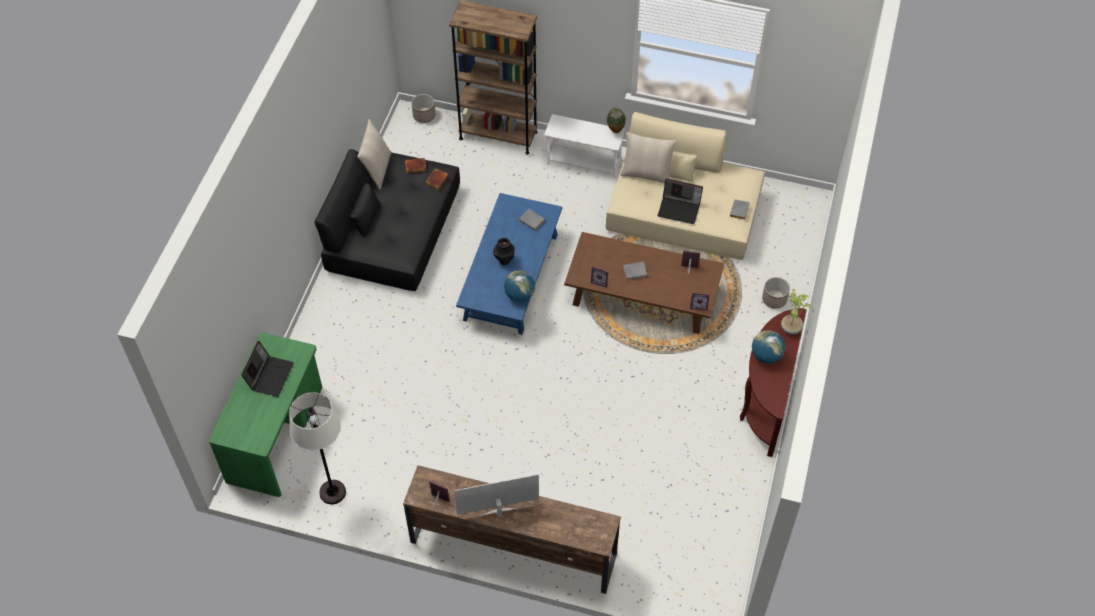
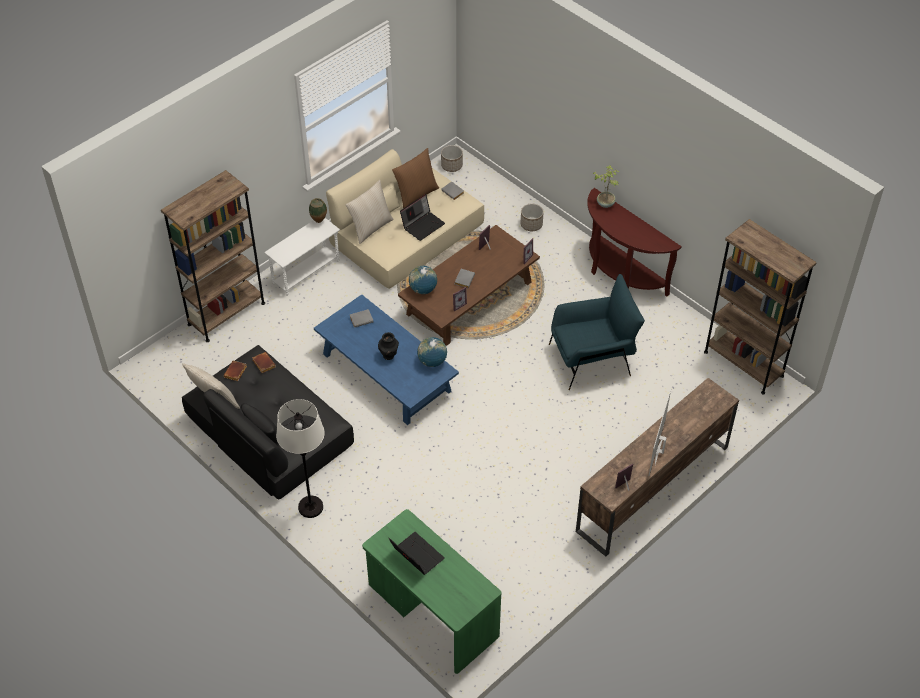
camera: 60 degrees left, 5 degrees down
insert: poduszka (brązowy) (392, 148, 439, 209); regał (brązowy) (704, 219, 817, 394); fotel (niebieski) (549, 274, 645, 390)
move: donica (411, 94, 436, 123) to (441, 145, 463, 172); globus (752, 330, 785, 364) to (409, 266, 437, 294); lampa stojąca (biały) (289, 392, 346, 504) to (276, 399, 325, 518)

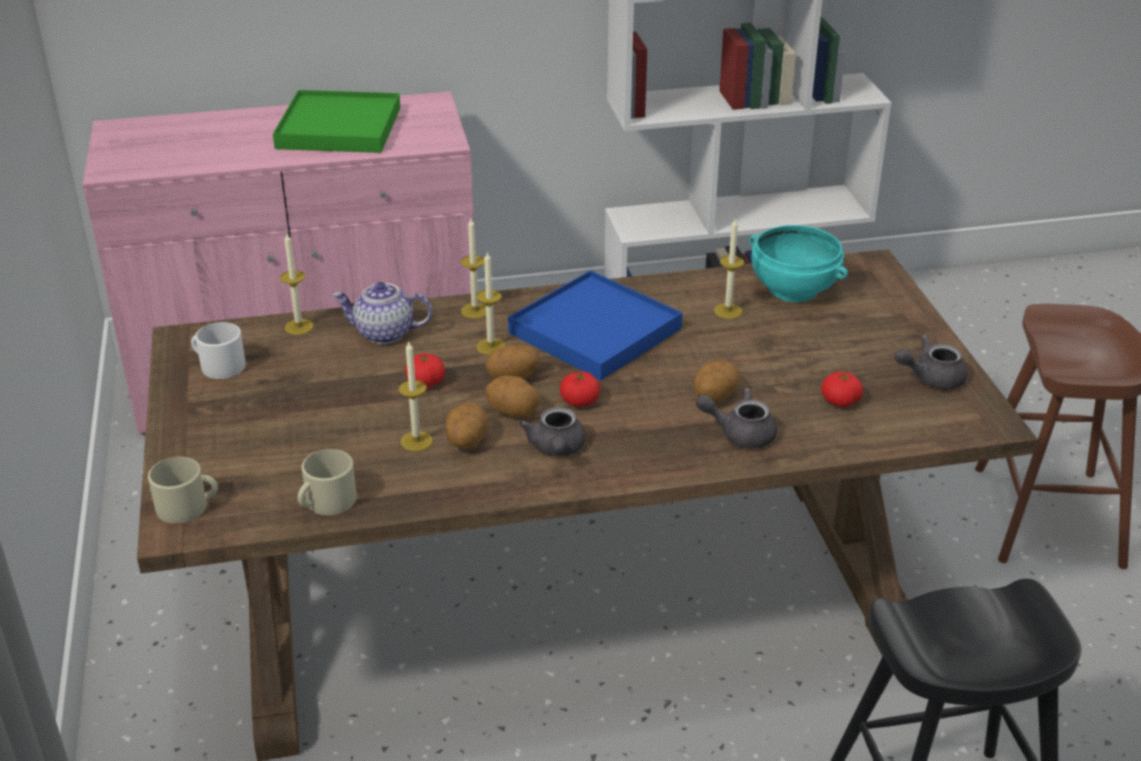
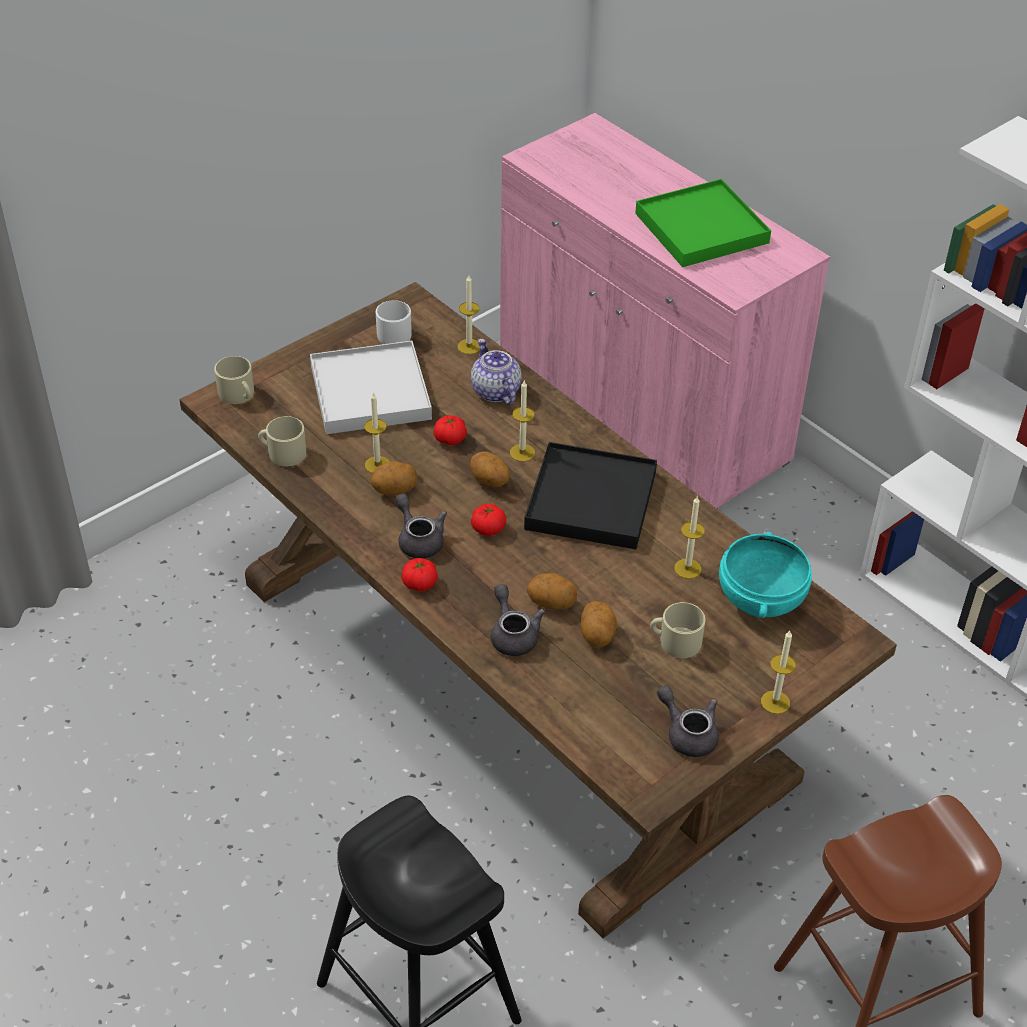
camera: 60 degrees right, 10 degrees up
insert: taca (biały) (310, 341, 432, 434); kubek (beżowy) (650, 602, 705, 658)
move: świeca (461, 219, 486, 319) to (761, 631, 796, 714); pomidor (821, 371, 863, 407) to (401, 558, 438, 591); ziemniak (485, 376, 540, 417) to (581, 601, 617, 647)
recolor: taca (niebieski) (508, 270, 683, 380) to taca (czarny) (524, 442, 657, 549)
rotate: imbryk (szary) (519, 407, 586, 456) = (395, 494, 447, 558) 90 degrees clockwise

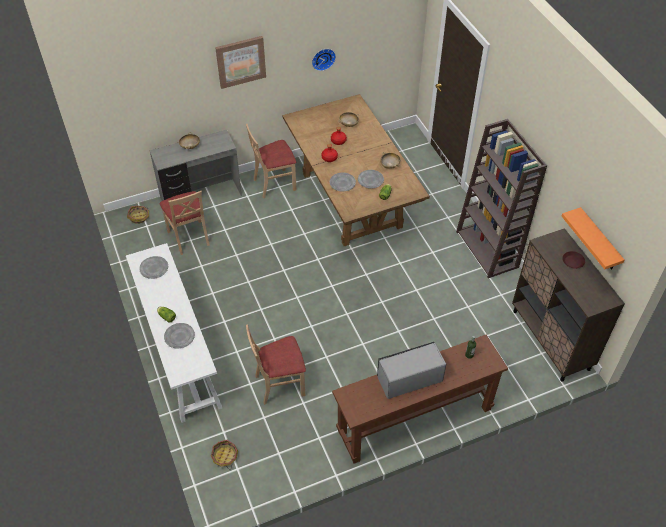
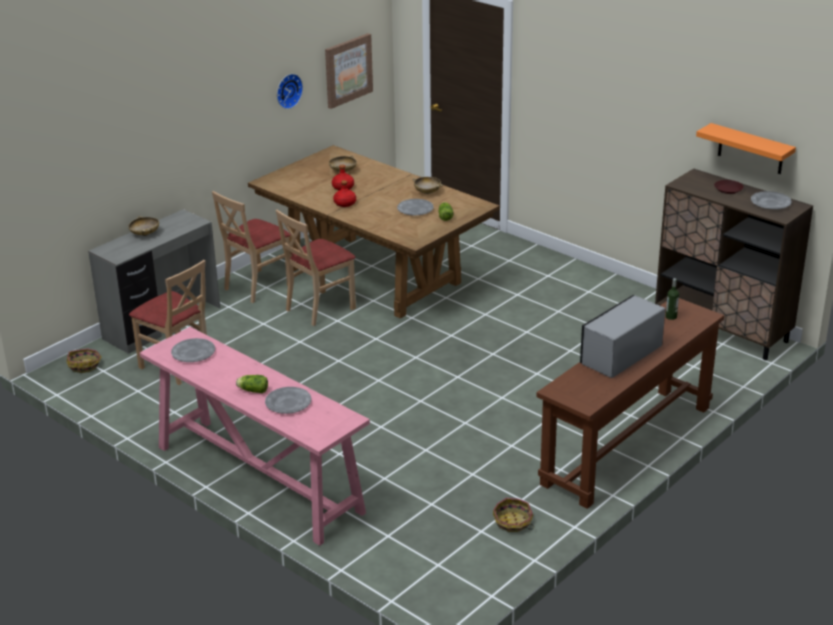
camera: 25 degrees left, 20 degrees down
delete: regał (brązowy) (456, 119, 547, 278)
move: obraz (215, 36, 266, 89) to (325, 33, 373, 109); talerz (szary) (330, 173, 356, 191) to (751, 191, 792, 209); krzesło (beżowy) (246, 324, 306, 405) to (276, 210, 356, 326); koszyk (211, 440, 238, 468) to (493, 498, 534, 532)
recolor: stolik konsolowy (biały) (126, 243, 222, 423) to stolik konsolowy (różowy) (140, 327, 370, 546)

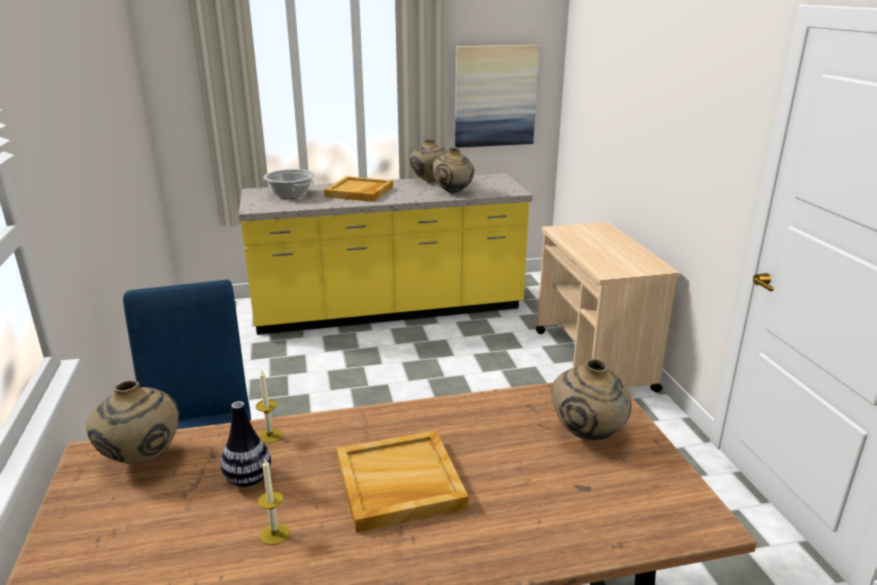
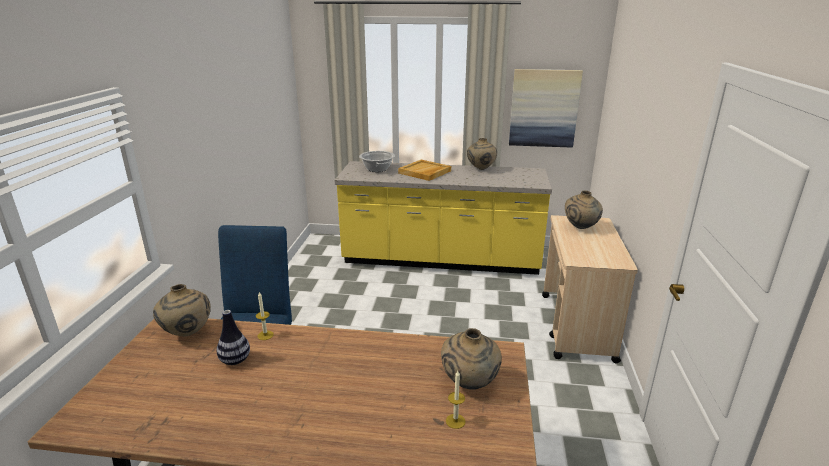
camera: 20 degrees right, 0 degrees up
delete: taca (beżowy) (337, 430, 469, 533)
move: wazon (beżowy) (433, 148, 474, 193) to (565, 191, 603, 229); świeca (257, 459, 290, 545) to (446, 371, 466, 429)

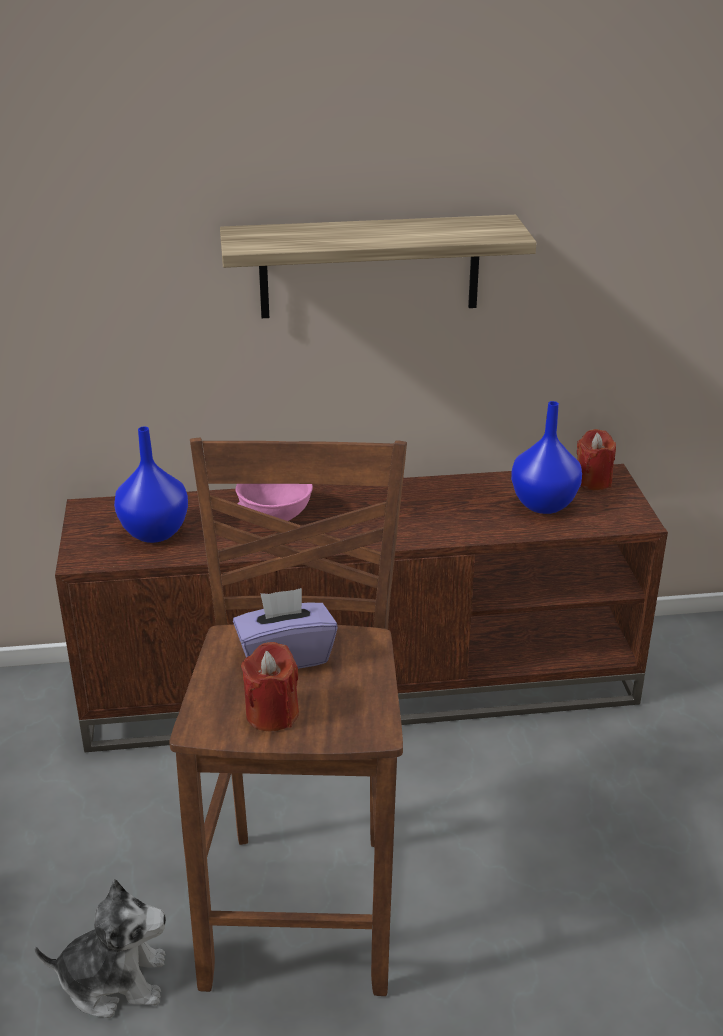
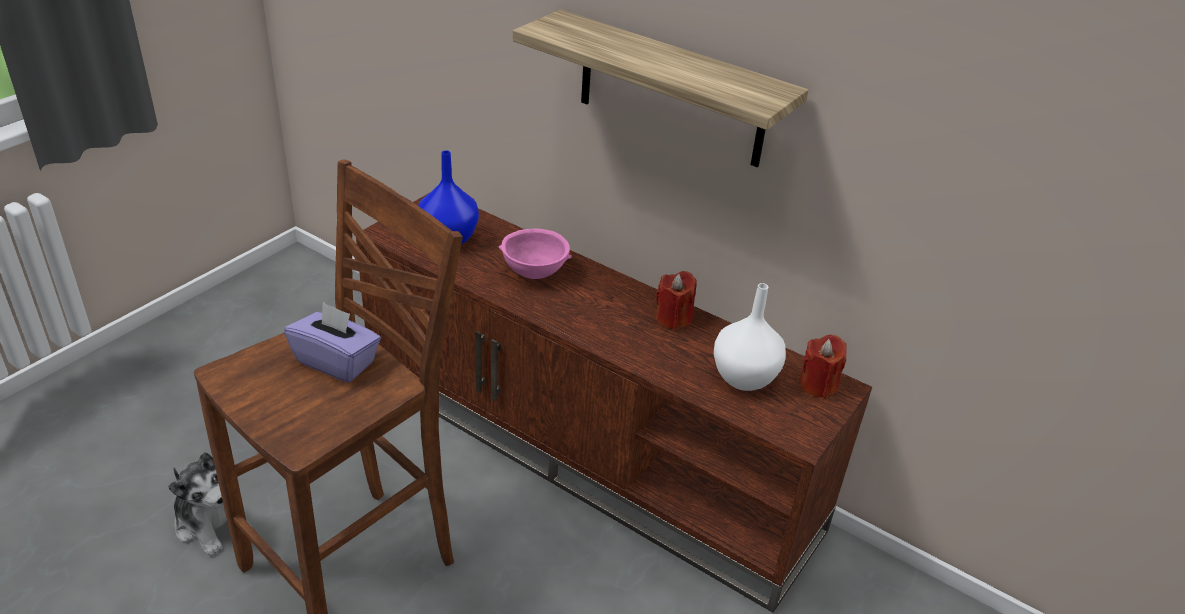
camera: 40 degrees right, 5 degrees up
move: świeca (czerwony) (241, 642, 299, 731) to (656, 271, 697, 330)
recolor: wazon (niebieski) (511, 401, 582, 514) to wazon (biały) (714, 283, 786, 391)

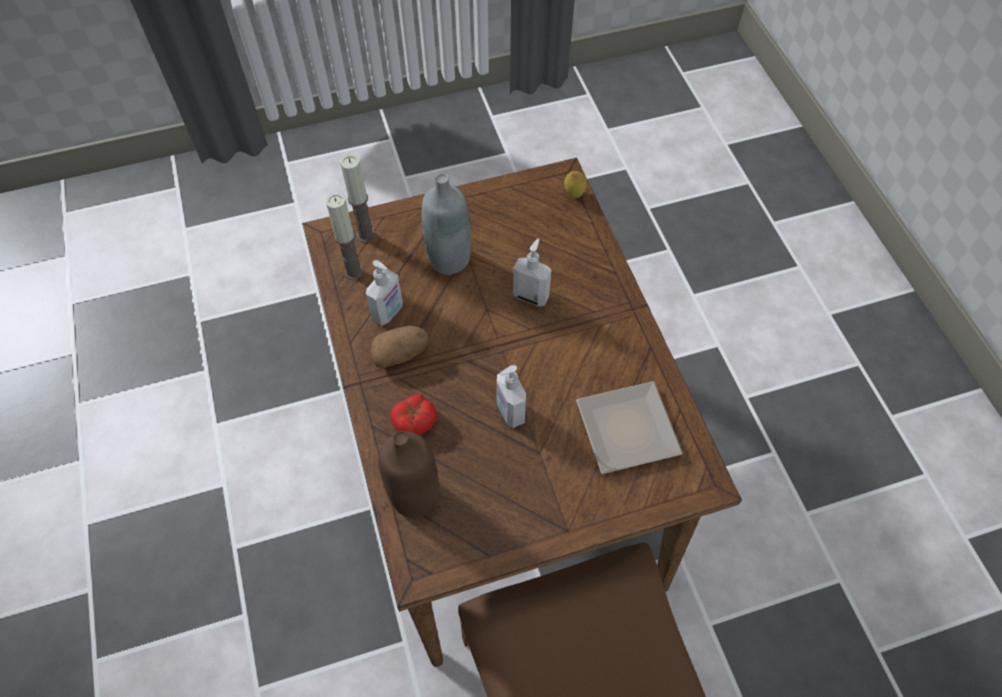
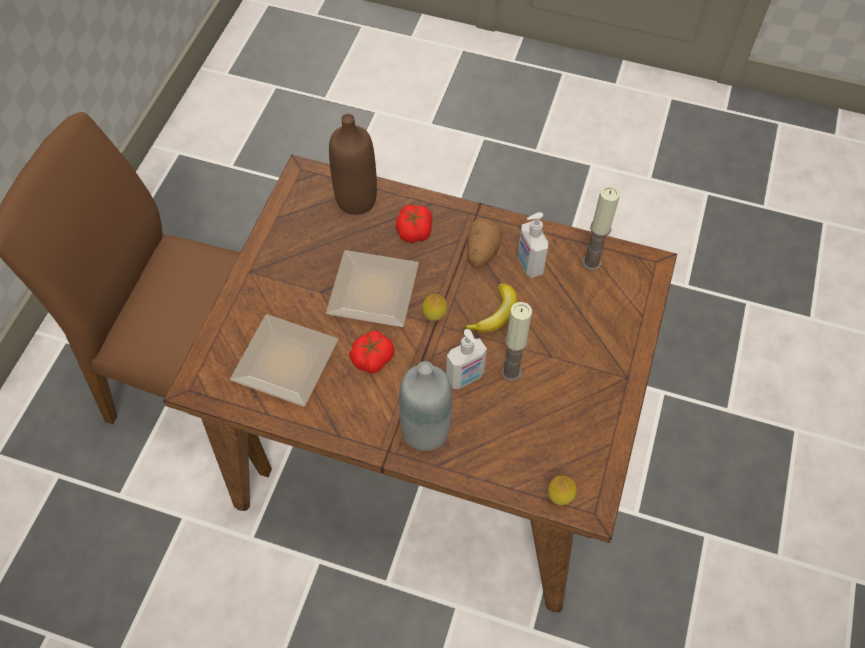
camera: 125 degrees right, 0 degrees up
insert: banan (462, 283, 517, 333); cytryna (422, 294, 447, 321); pomidor (349, 331, 395, 374)
move: świeca (340, 154, 375, 243) to (501, 302, 532, 382); butelka (szary) (422, 173, 471, 275) to (399, 361, 452, 451)
replace: dozownik mydła (497, 365, 526, 428) to talerz (326, 250, 419, 327)

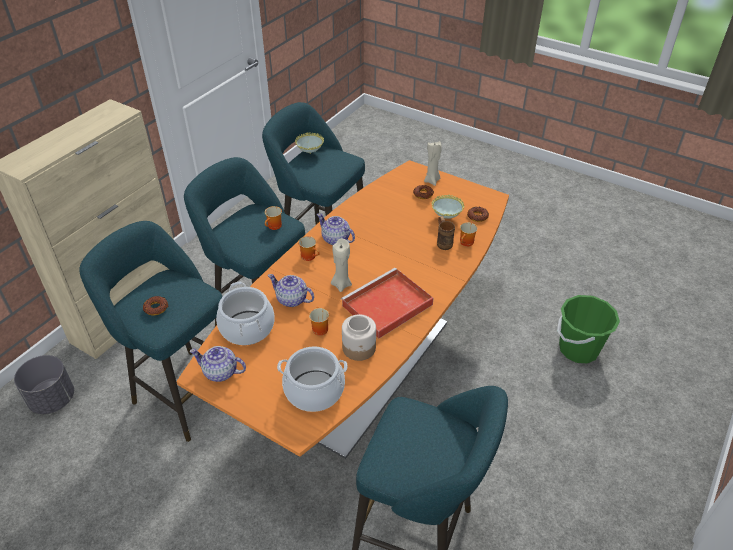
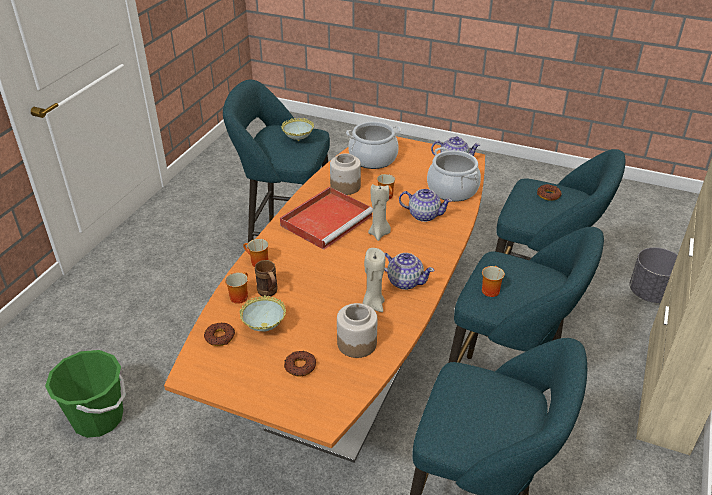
camera: 170 degrees right, 5 degrees down
insert: słoik (337, 303, 377, 358)
move: miska (295, 132, 324, 154) to (281, 118, 314, 141); świeca (beżowy) (424, 141, 442, 186) to (362, 248, 385, 312); kubek (298, 236, 320, 261) to (243, 239, 269, 267)

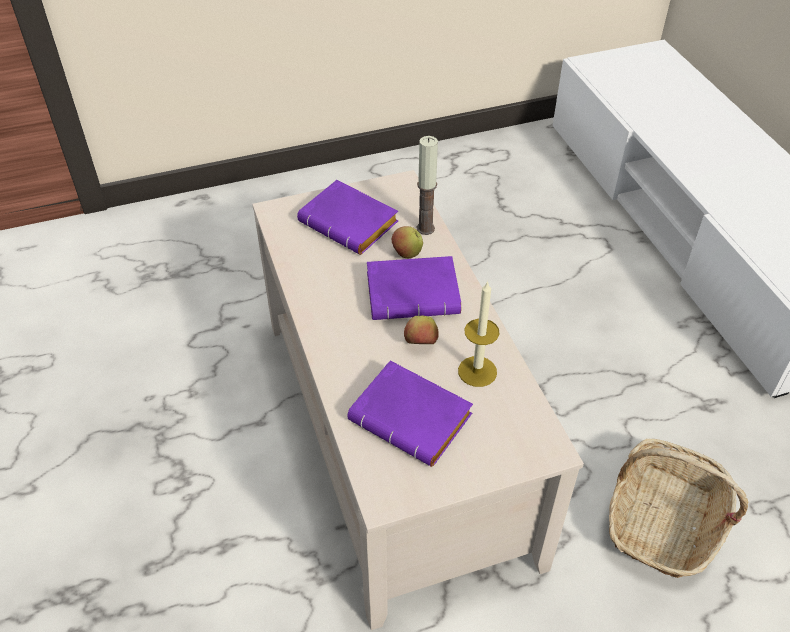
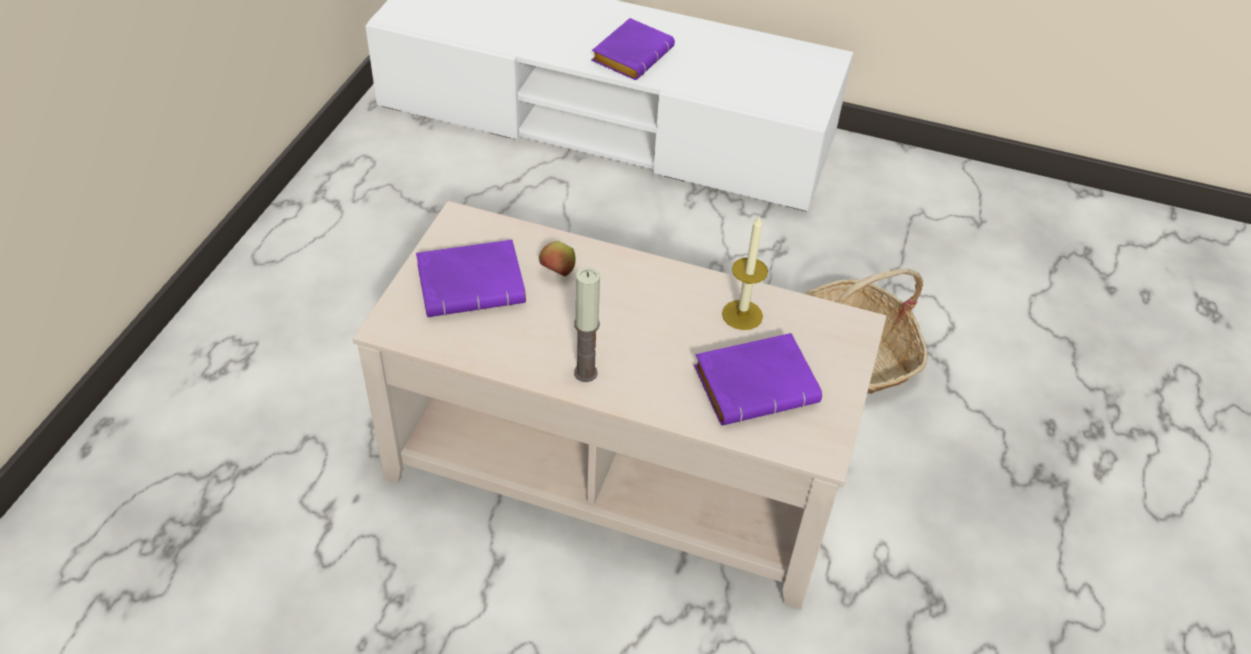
camera: 55 degrees left, 0 degrees up
delete: jabłko (404, 316, 439, 344)
move: świeca (417, 136, 438, 235) to (574, 268, 600, 382); książka (fioletowy) (367, 256, 461, 320) to (591, 18, 675, 80)

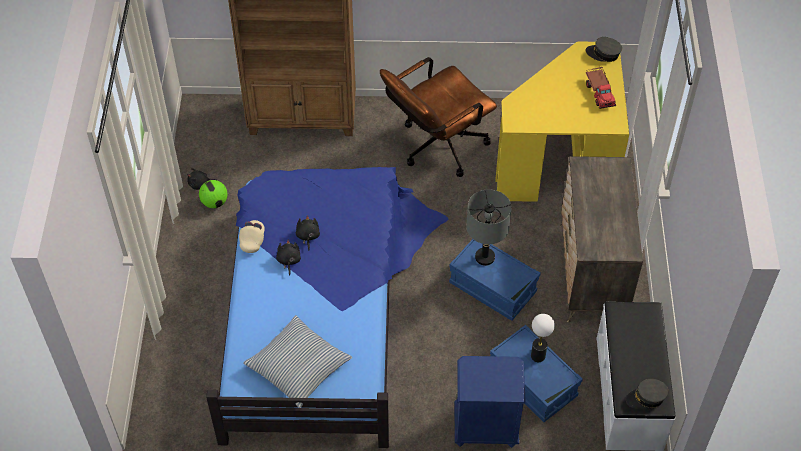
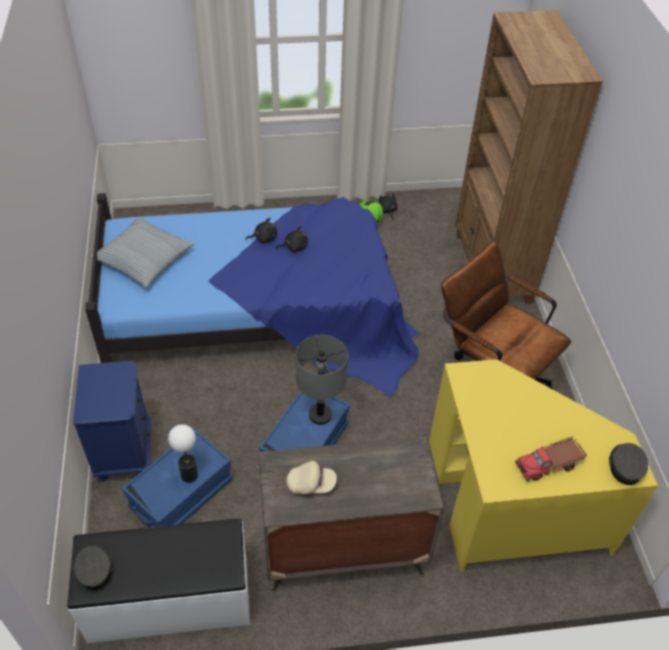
camera: 80 degrees right, 5 degrees down
move: czapka z daszkiem (beżowy) (239, 220, 265, 253) to (286, 461, 337, 494)

